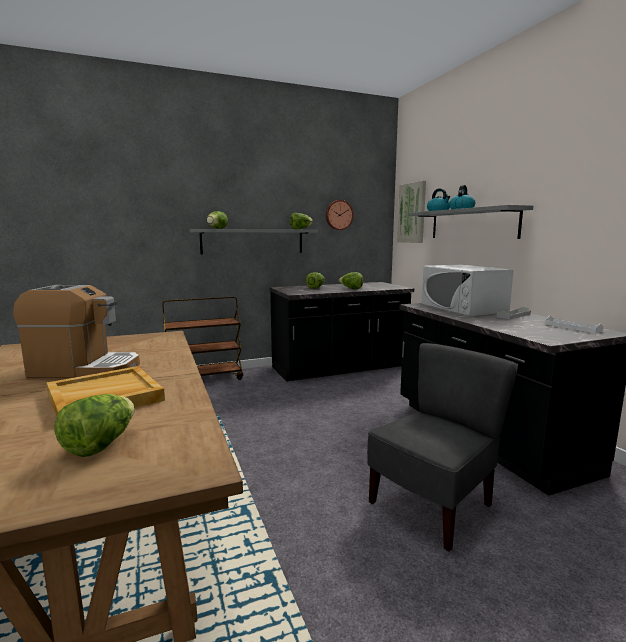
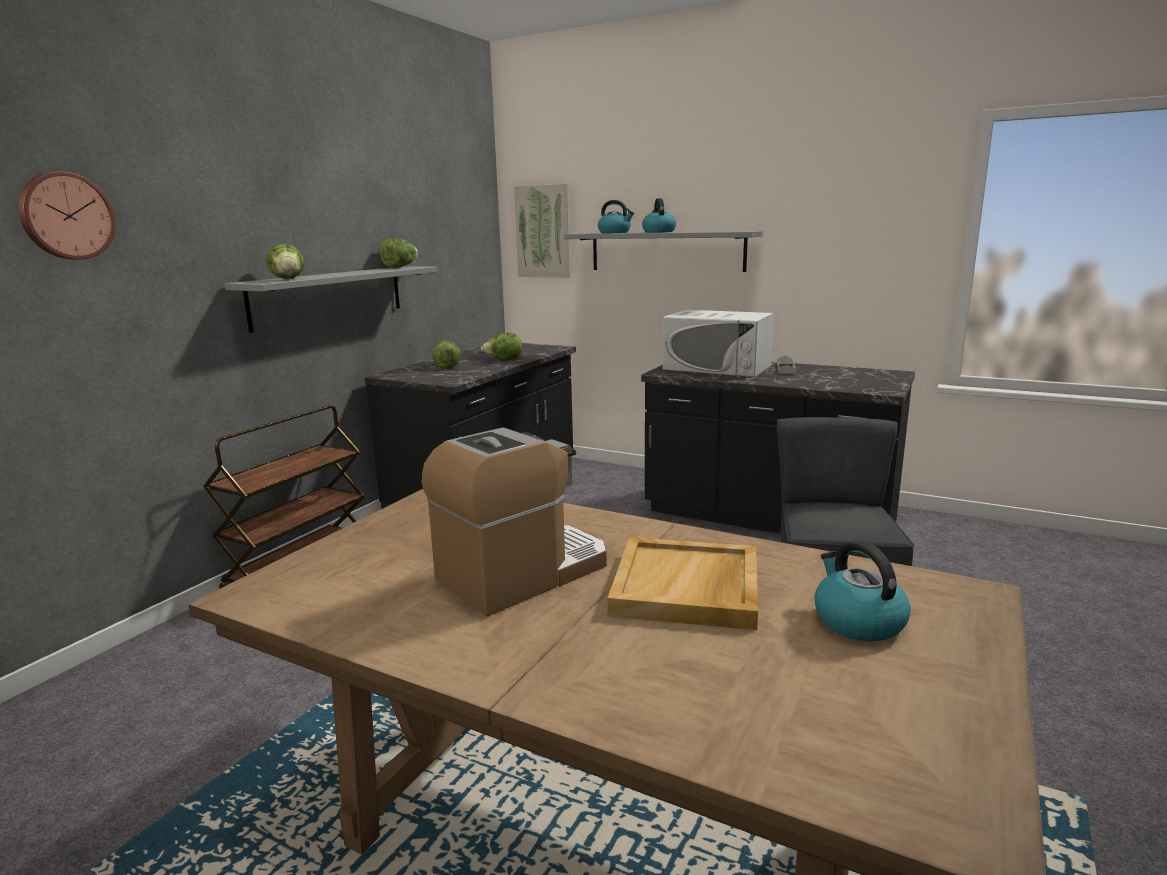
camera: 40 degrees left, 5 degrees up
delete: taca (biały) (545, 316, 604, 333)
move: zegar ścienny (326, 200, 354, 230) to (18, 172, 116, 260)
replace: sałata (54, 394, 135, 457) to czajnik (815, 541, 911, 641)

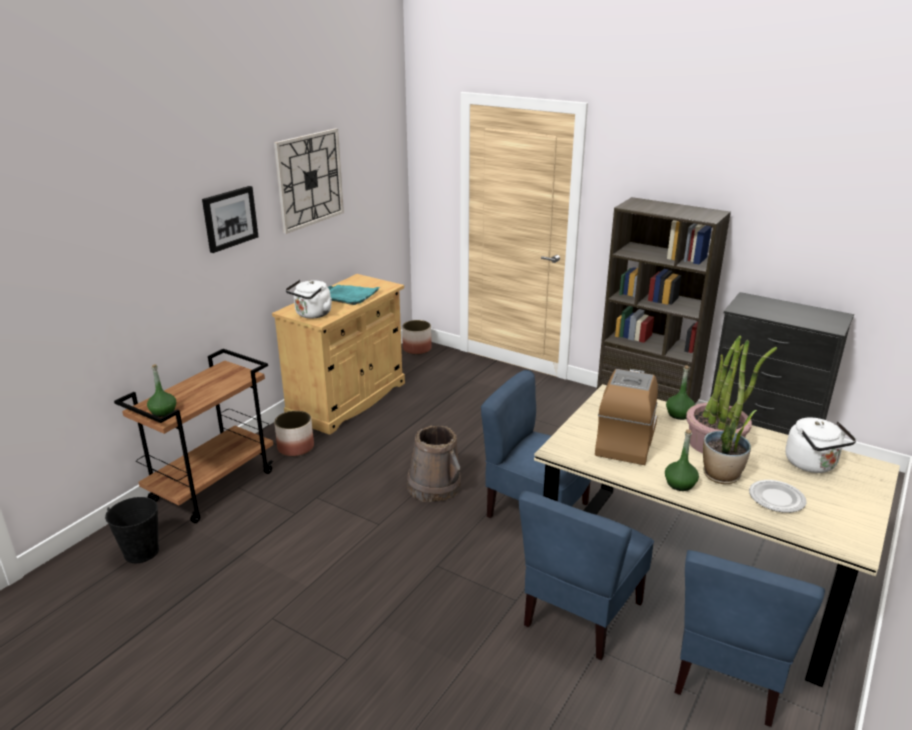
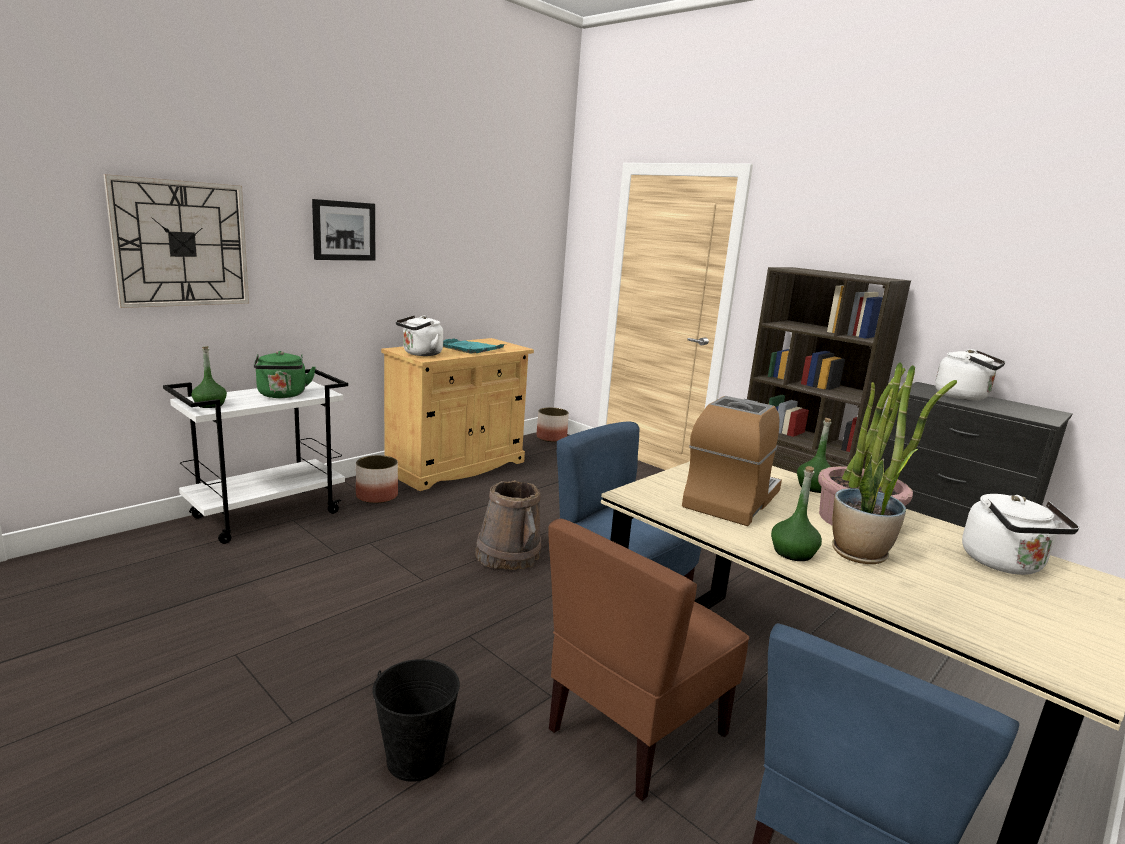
camera: 10 degrees right, 10 degrees down
delete: talerz (749, 480, 807, 513)
insert: czajnik (biały) (935, 349, 1006, 401); czajnik (zielony) (254, 351, 316, 398)
move: zegar ścienny (274, 128, 344, 234) to (103, 174, 249, 308); wiadro (czarny) (105, 497, 159, 563) to (372, 659, 460, 782)
recolor: wózek (brązowy) (114, 349, 274, 523) to wózek (biały) (163, 369, 348, 544); krzesło (niebieski) (519, 491, 654, 660) to krzesło (brązowy) (549, 518, 750, 801)

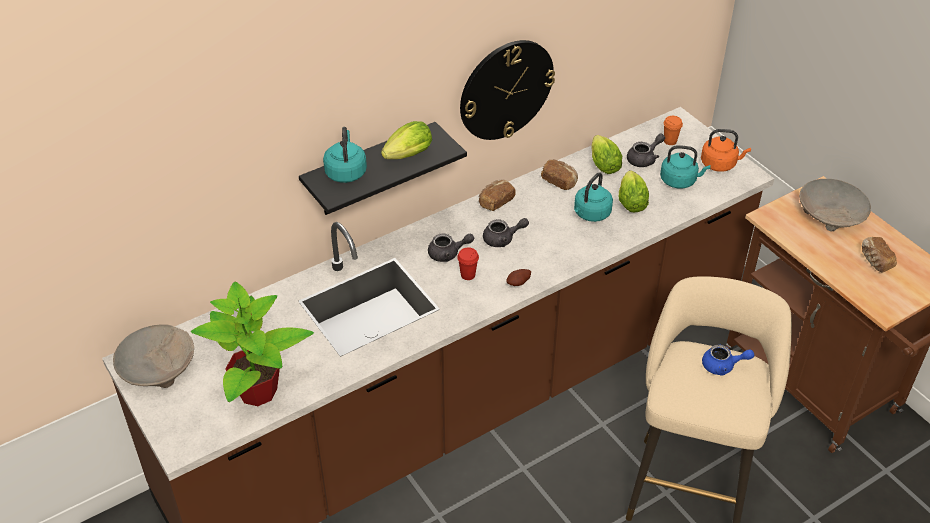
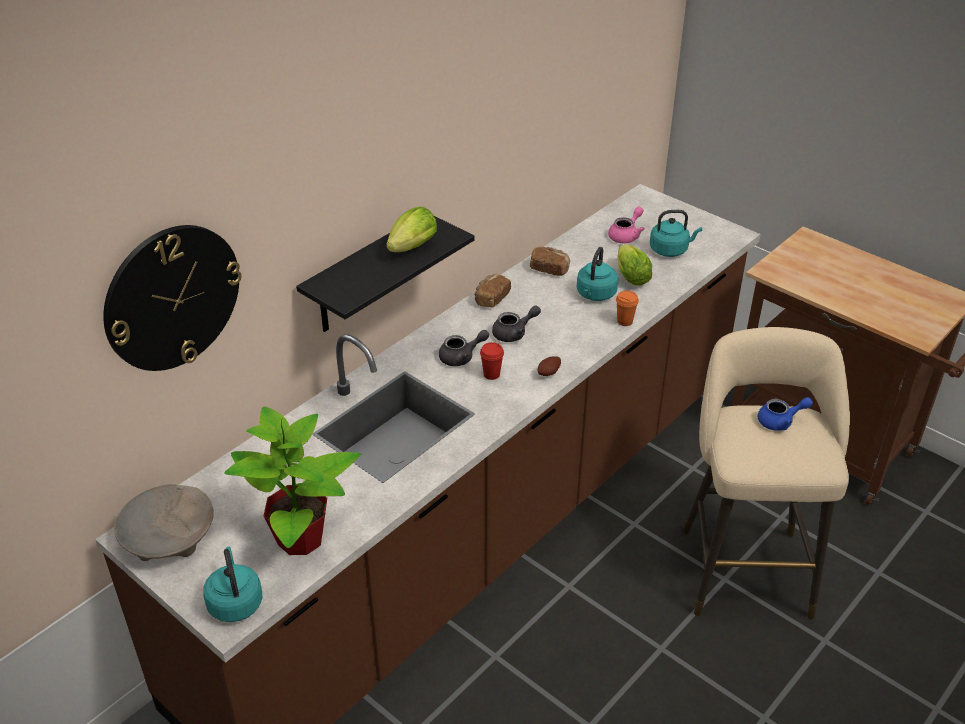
camera: 15 degrees left, 5 degrees down
delete: czajnik (pomarańczowy) (701, 129, 751, 172); sałata (592, 135, 622, 174); miska (beżowy) (799, 179, 871, 231); chleb (862, 237, 897, 273)
move: zegar ścienny (460, 40, 555, 140) to (103, 225, 242, 371); filiżanka (pomarańczowy) (664, 116, 683, 145) to (616, 291, 639, 326); czajnik (turkusowy) (323, 127, 367, 183) to (203, 547, 262, 622)
recolor: imbryk (szary) (627, 133, 665, 167) to imbryk (różowy) (608, 206, 645, 244)

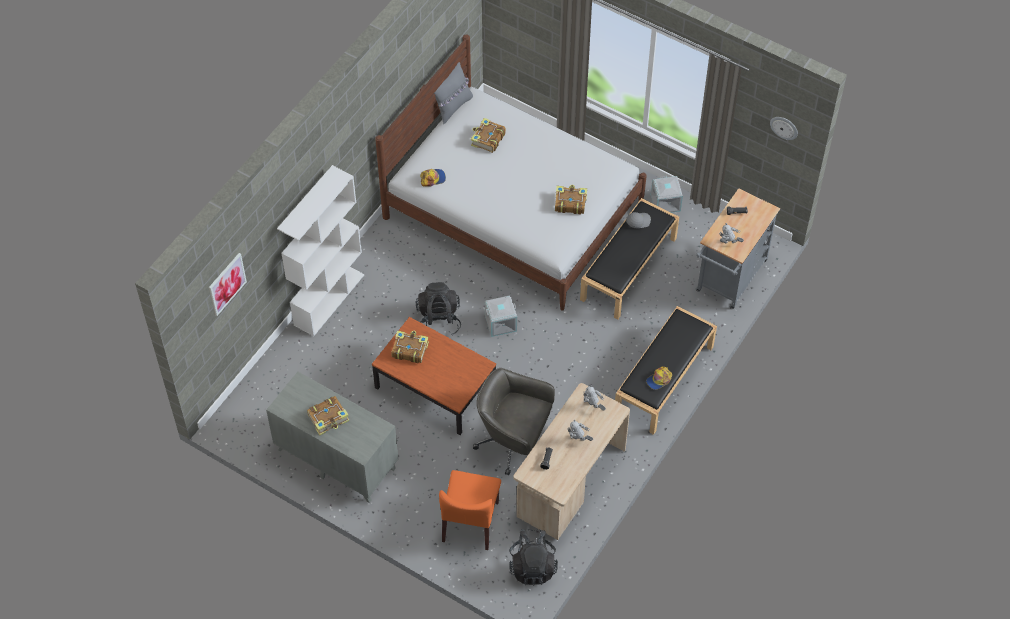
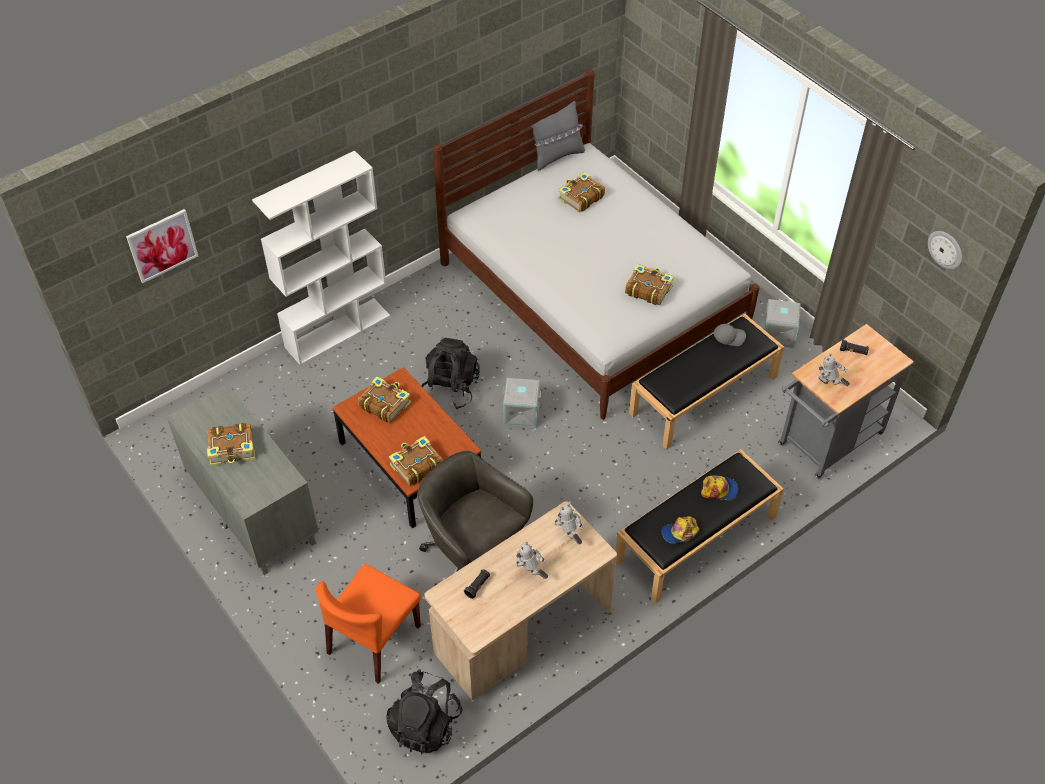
camera: 20 degrees right, 5 degrees down
insert: książka (389, 436, 443, 486)
move: czapka z daszkiem (420, 169, 446, 187) to (701, 475, 738, 500)

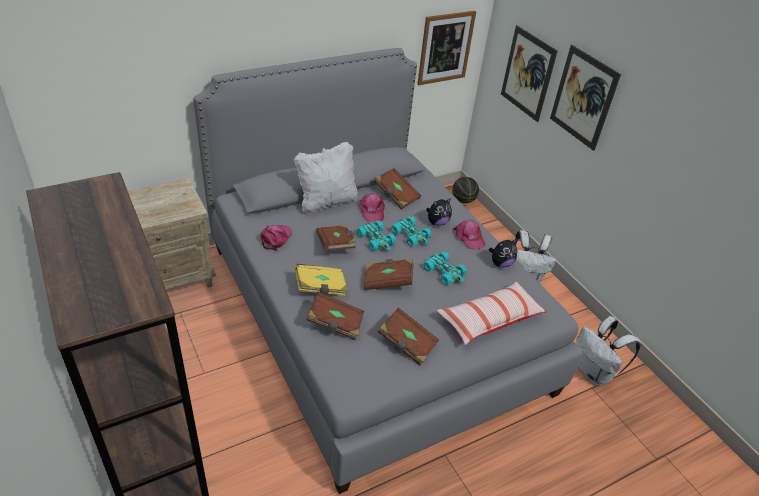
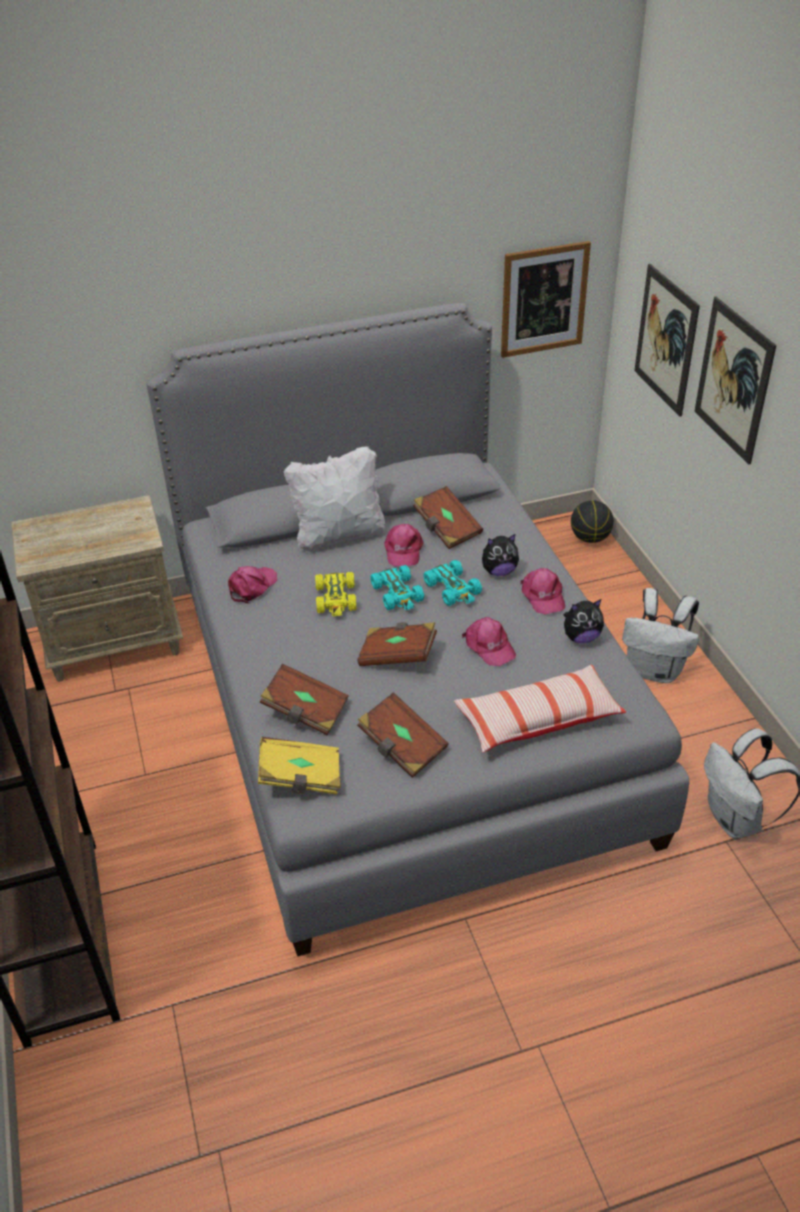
camera: 15 degrees right, 0 degrees up
move: książka (żółty) (295, 264, 348, 296) to (258, 737, 341, 795)
replace: książka (brązowy) (316, 224, 356, 250) to samochodzik (żółty) (315, 572, 356, 616); samochodzik (turkusowy) (424, 251, 467, 285) to czapka z daszkiem (różowy) (462, 617, 516, 666)

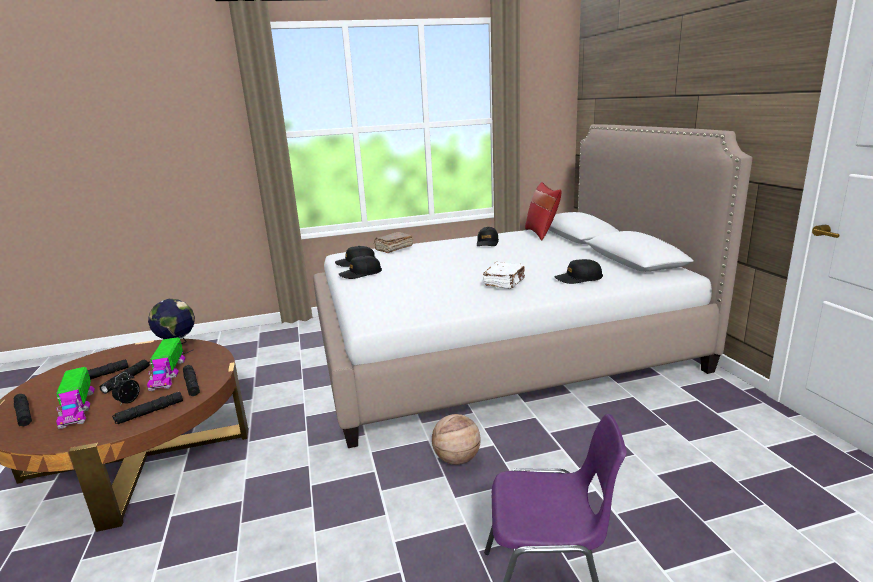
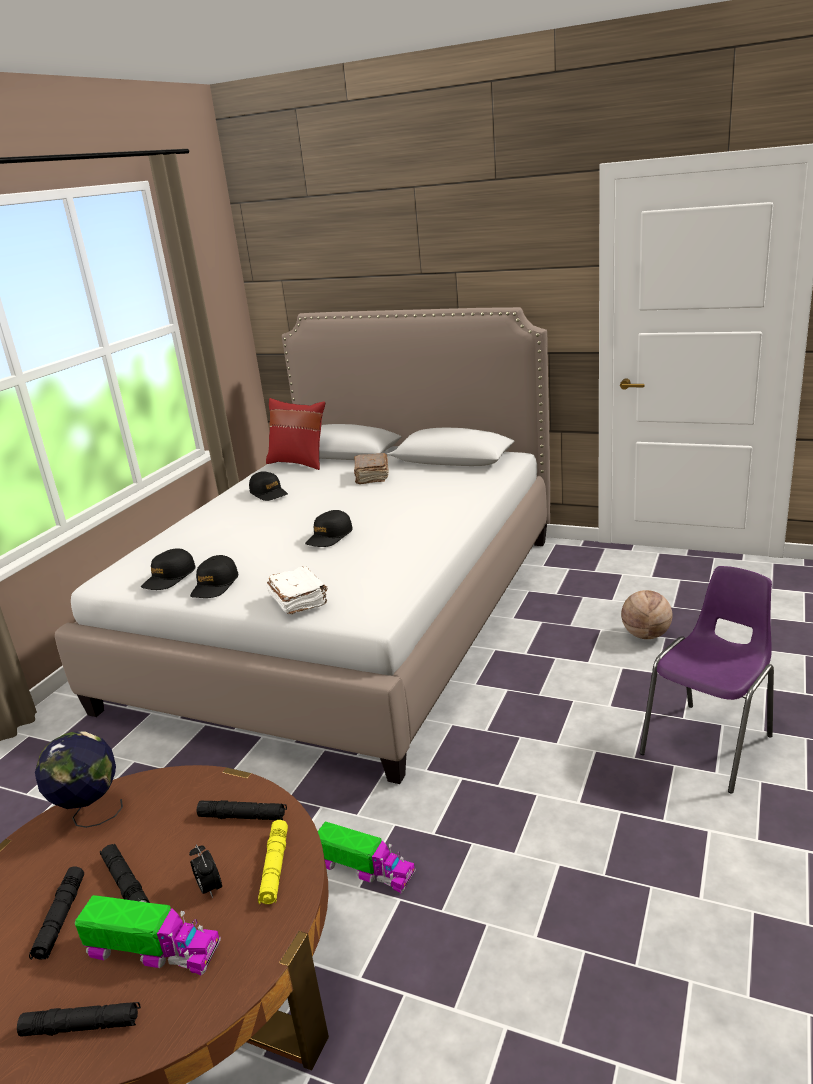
camera: 50 degrees left, 5 degrees up
move: książka (brązowy) (374, 232, 413, 253) to (354, 453, 389, 484); czapka z daszkiem (czarny) (555, 259, 603, 284) to (305, 510, 353, 547); książka (biały) (483, 262, 525, 289) to (267, 566, 328, 615); ciężarówka zabawkowa (147, 337, 186, 391) to (318, 822, 416, 893); piłka do koszykówki (432, 414, 481, 465) to (621, 590, 672, 639)
recolor: latarka (czarny) (112, 391, 183, 424) to latarka (żółty) (258, 820, 288, 904)

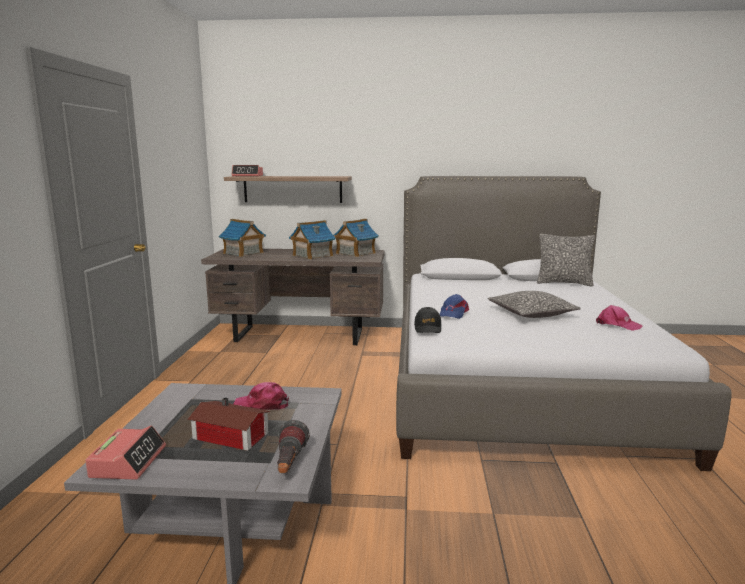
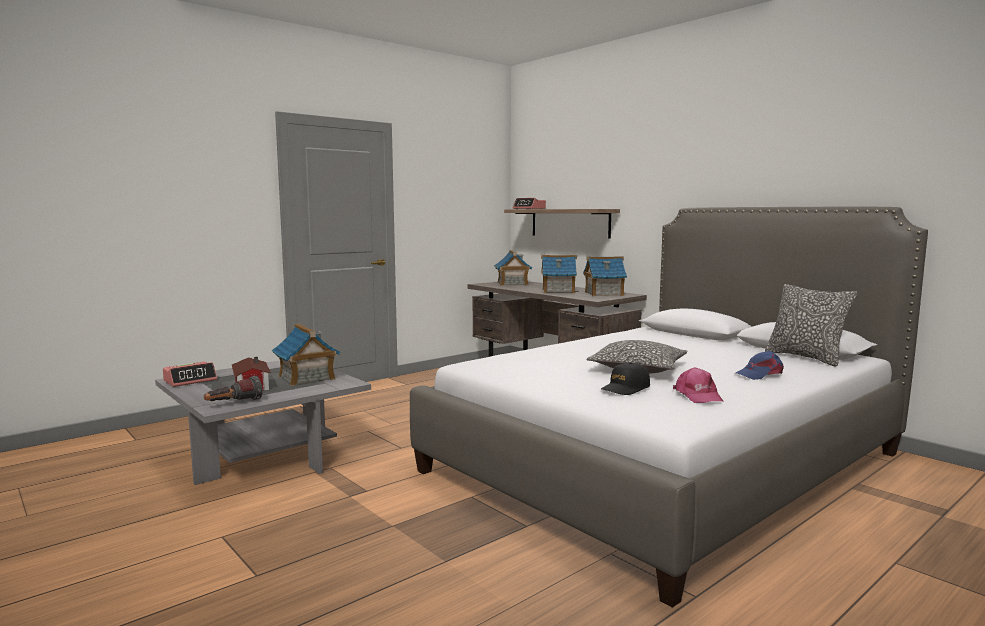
camera: 45 degrees right, 5 degrees down
move: czapka z daszkiem (niebieski) (440, 294, 469, 319) to (736, 351, 784, 380); czapka z daszkiem (czarny) (414, 307, 441, 333) to (601, 362, 650, 395)
replace: czapka z daszkiem (różowy) (233, 382, 289, 410) to domek (272, 324, 340, 386)

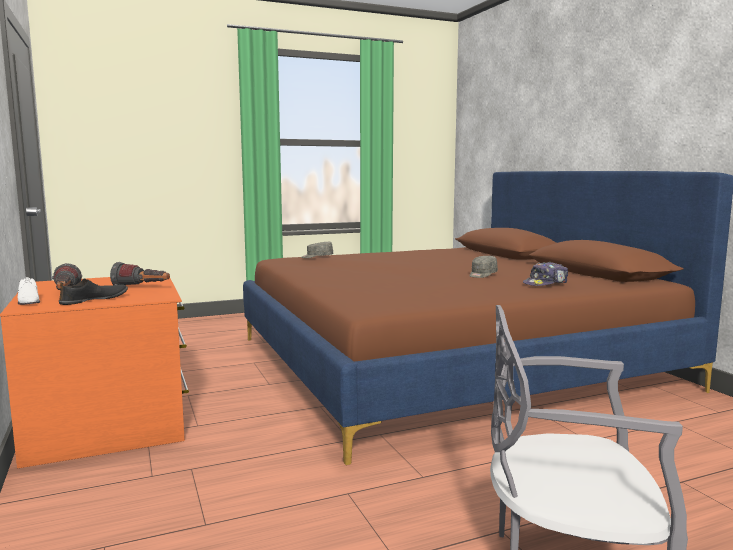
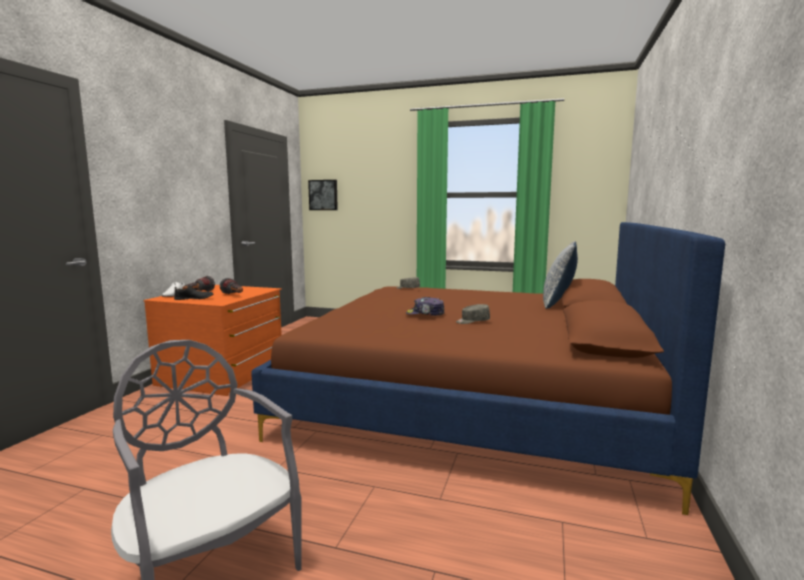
camera: 40 degrees right, 0 degrees up
insert: obraz (308, 180, 338, 210); poduszka (543, 241, 578, 309)
move: czapka z daszkiem (523, 262, 568, 286) to (406, 297, 445, 316)

